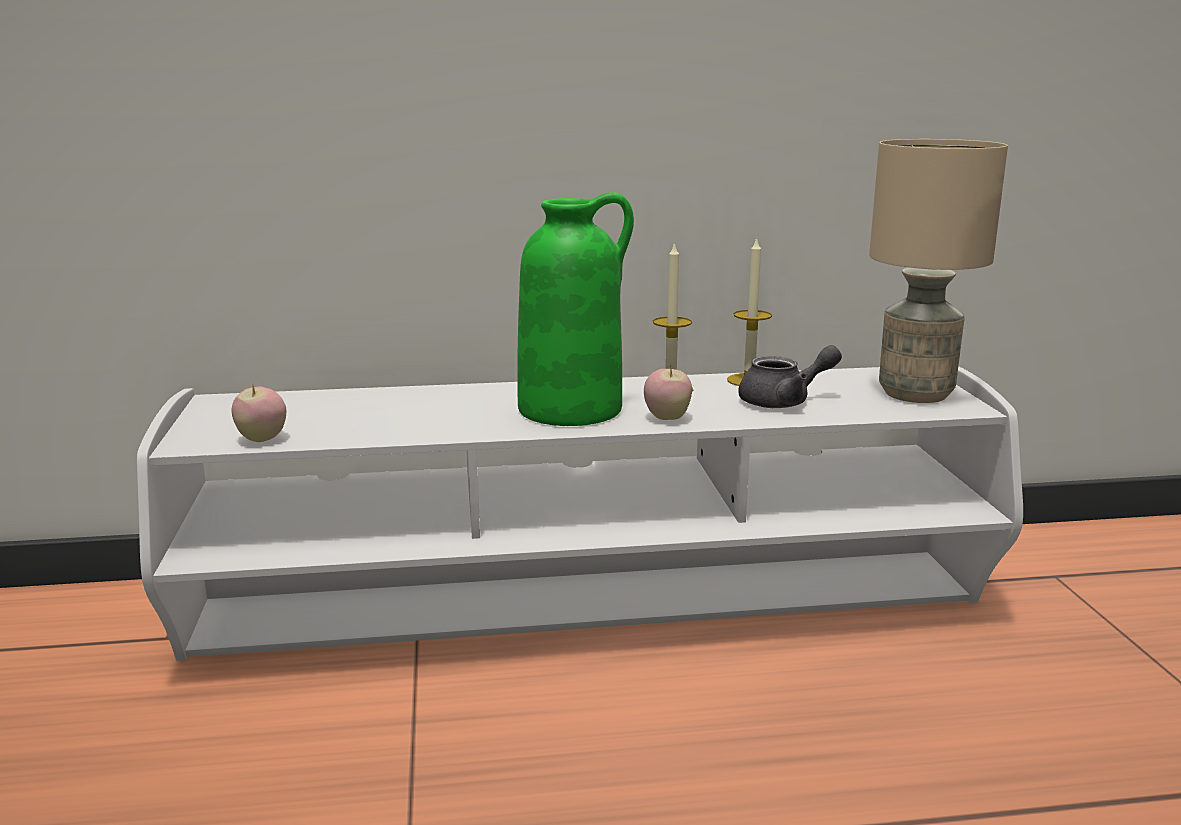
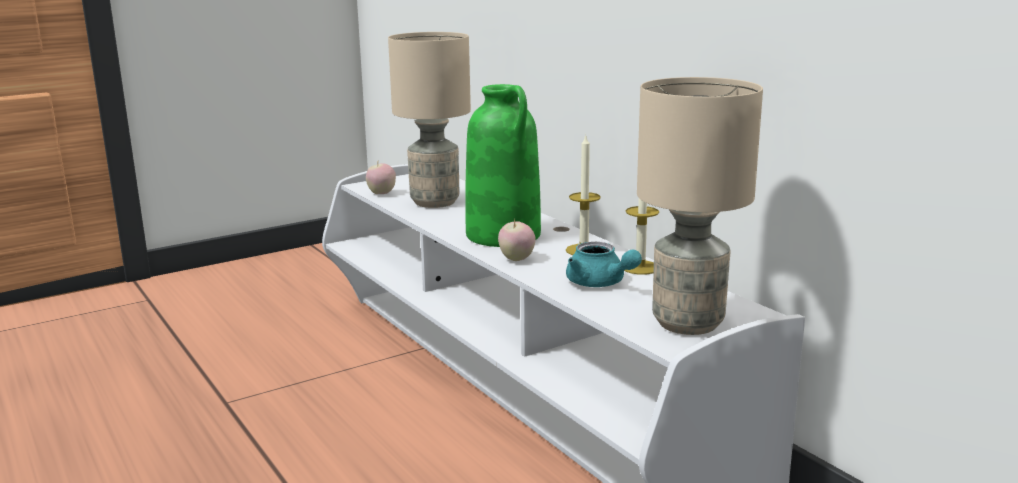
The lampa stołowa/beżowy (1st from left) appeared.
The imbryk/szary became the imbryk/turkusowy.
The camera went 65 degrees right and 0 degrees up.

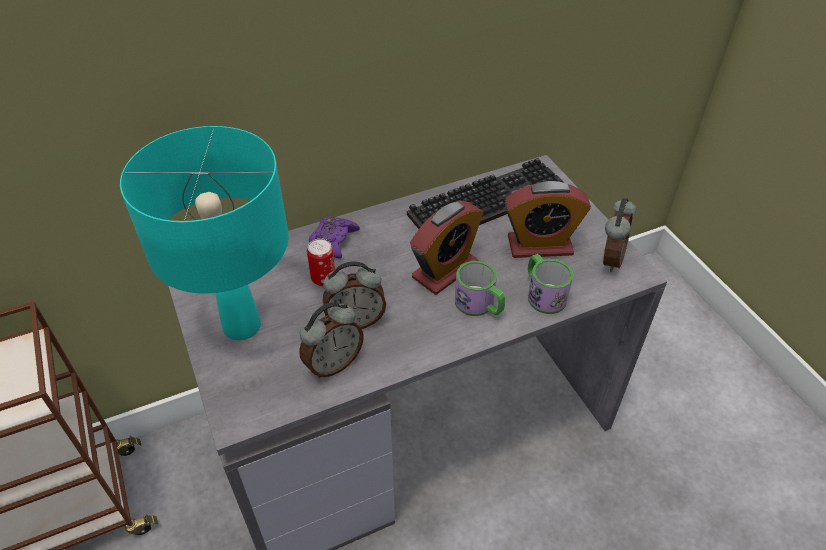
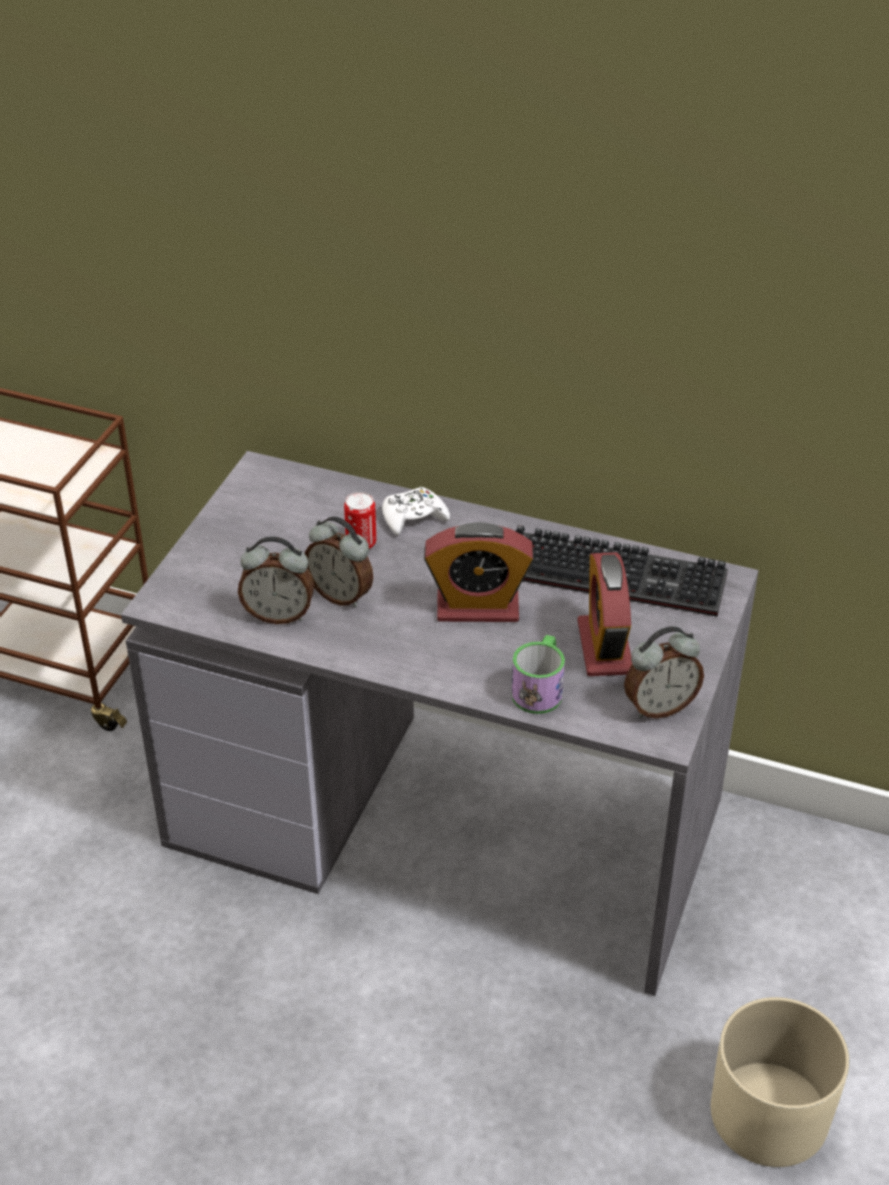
The pad do gier/fioletowy became the pad do gier/biały.
The budzik (4th from left) turned 45 degrees clockwise.
The donica/beżowy appeared.
The lampa stołowa/turkusowy disappeared.
The kubek (1st from left) disappeared.
The camera went 45 degrees right and 5 degrees down.

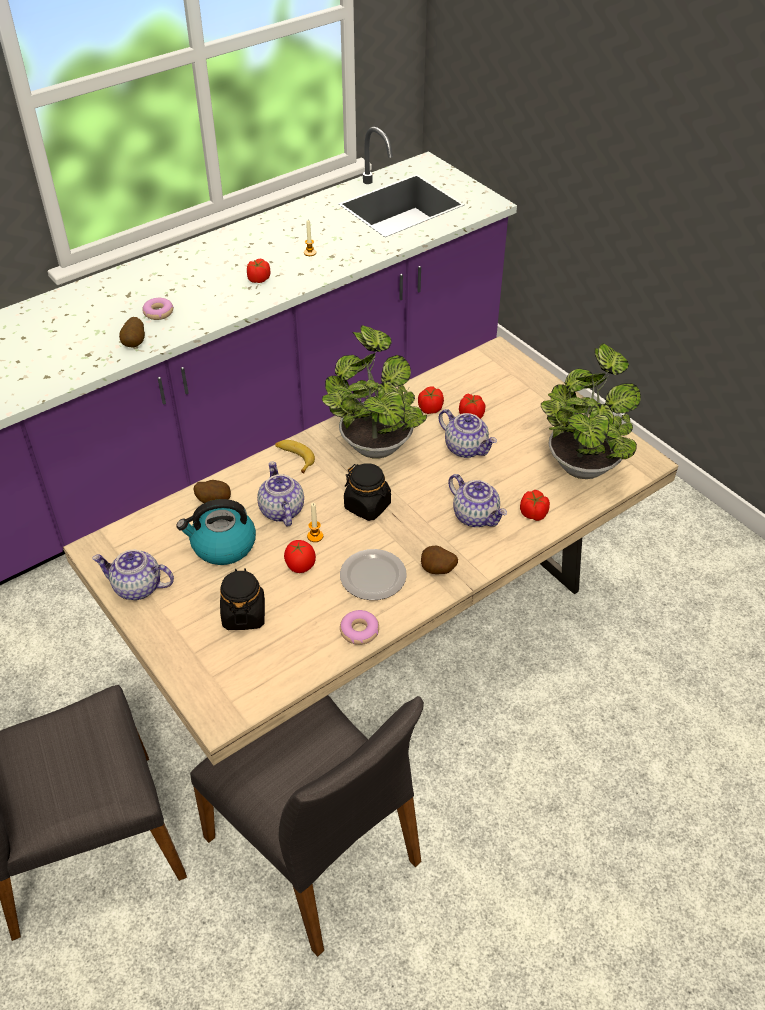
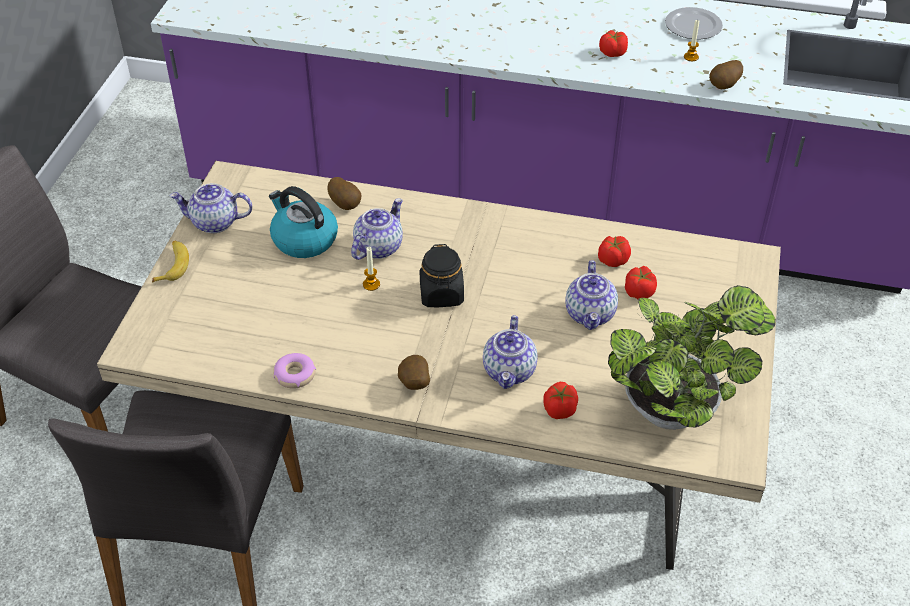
The banan moved.
The imbryk (1st from left) turned 60 degrees counterclockwise.
The talerz moved.
The ziemniak (1st from left in the first image) moved.
The donut (1st from left) disappeared.
The słoik/czarny (1st from left) disappeared.
The pomidor (2nd from left) disappeared.
The roślina doniczkowa (1st from left) disappeared.
The camera went 50 degrees right and 0 degrees up.

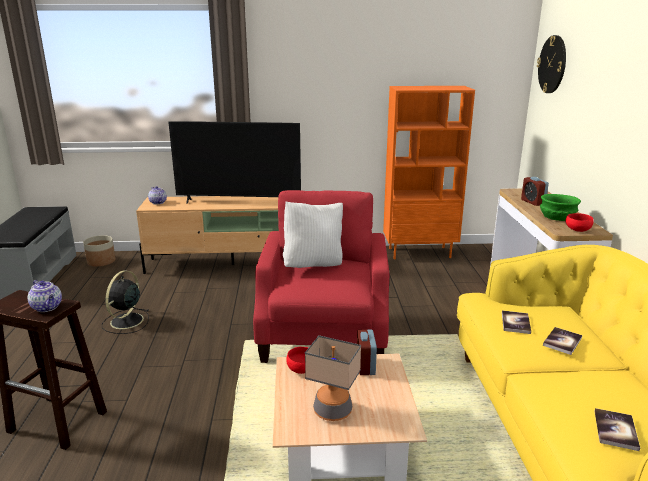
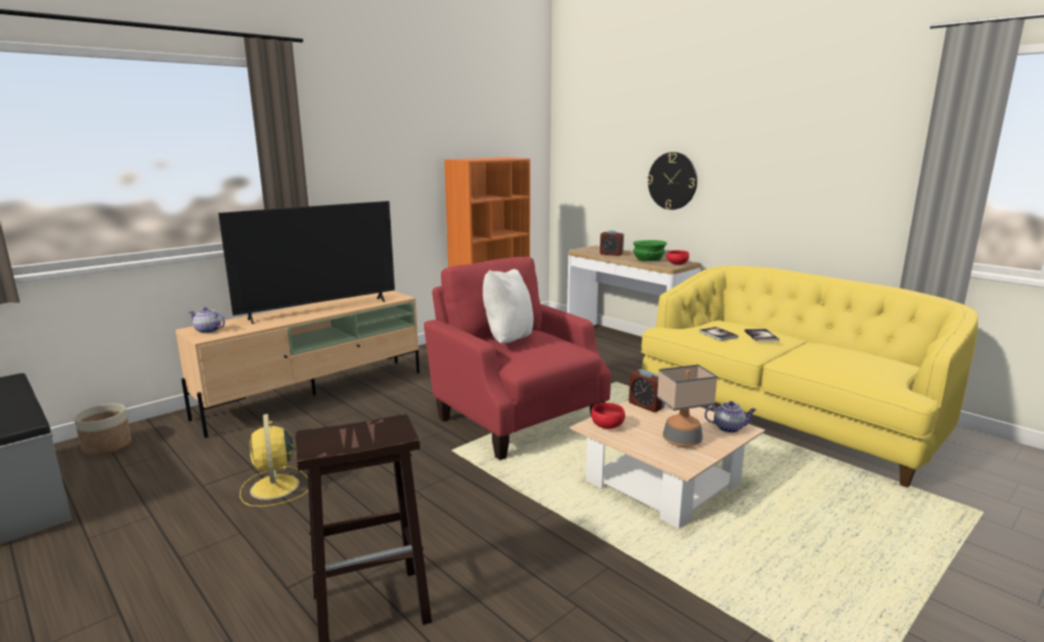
The wentylator/czarny became the wentylator/żółty.
The zegar ścienny moved.
The imbryk (1st from left in the first image) moved.
The książka (3rd from left) disappeared.
The camera went 40 degrees left and 5 degrees down.

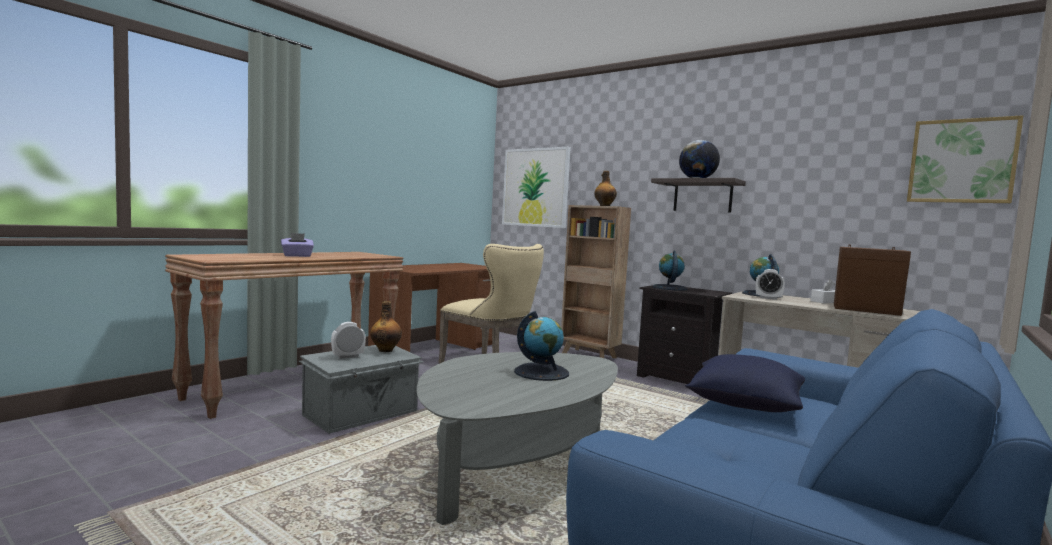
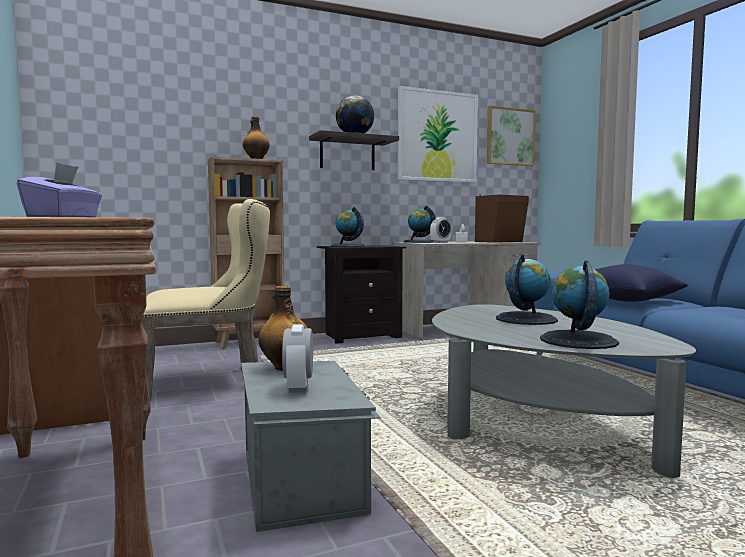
The obraz (1st from left) moved.
The globus (5th from left) appeared.
The camera went 60 degrees left and 0 degrees up.

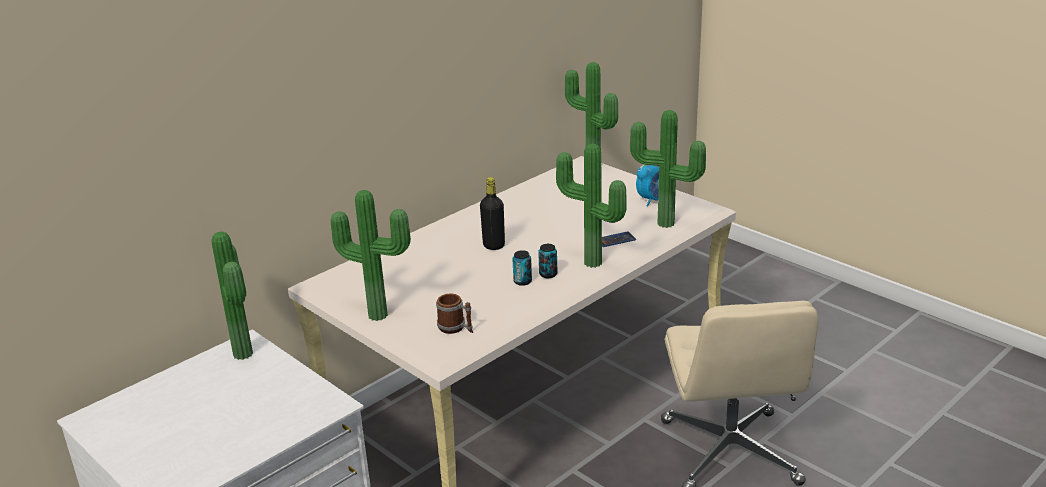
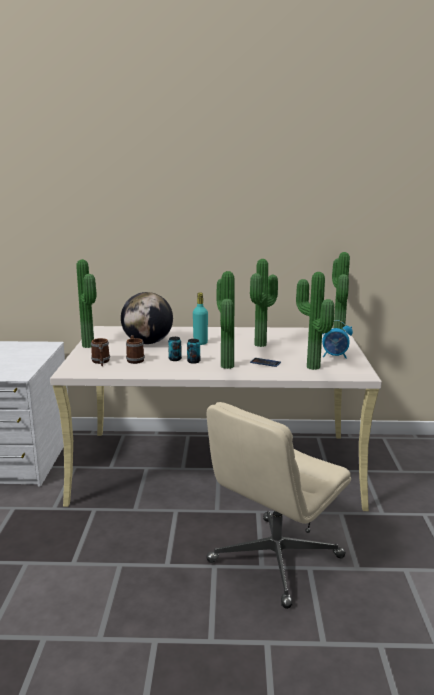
The globus appeared.
The kubek (2nd from left) appeared.
The butelka/czarny became the butelka/turkusowy.
The roślina doniczkowa (1st from left in the first image) moved.
The camera went 45 degrees right and 10 degrees down.

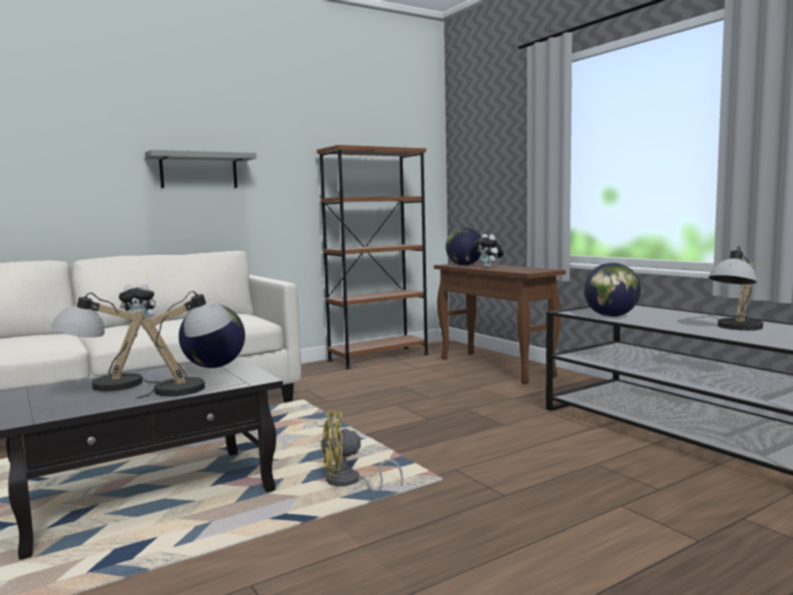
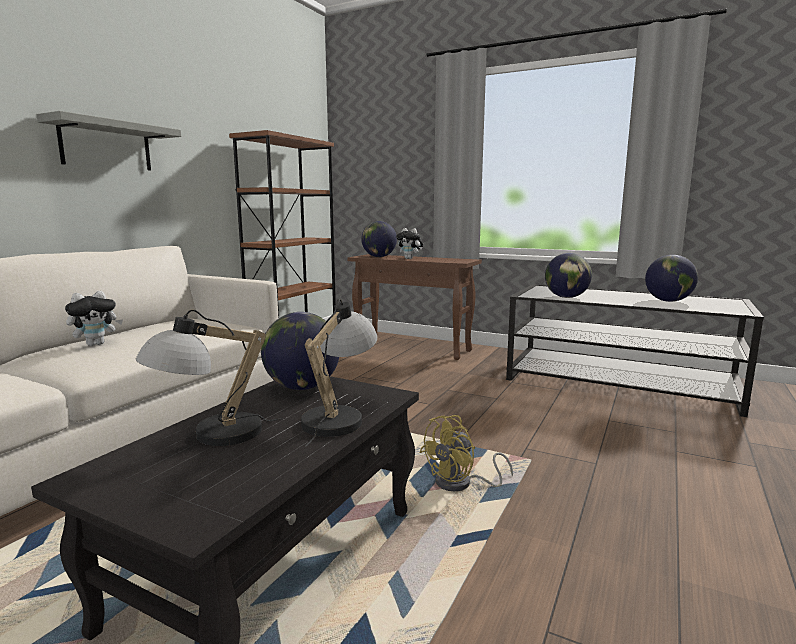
The lampa stołowa (3rd from left) was replaced by the globus (4th from left).
The camera went 30 degrees left and 5 degrees up.

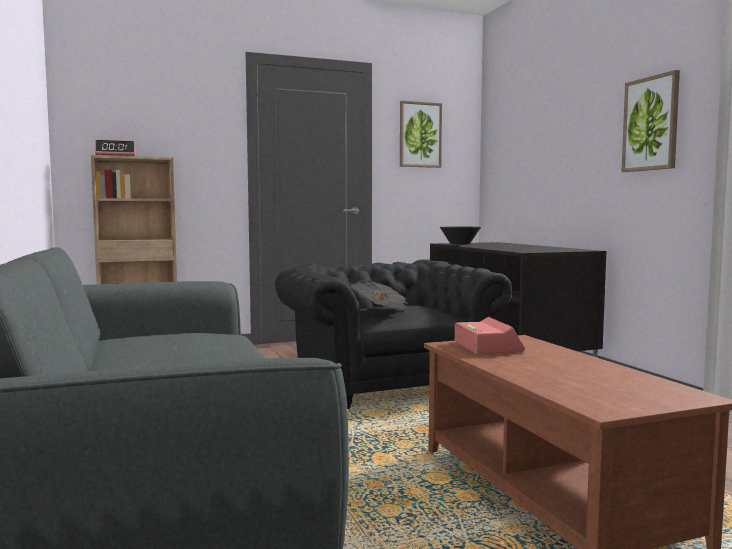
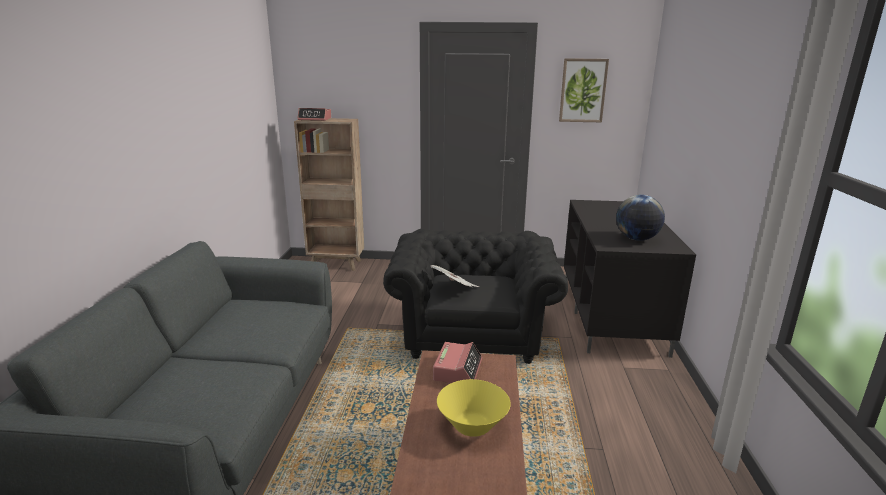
The miska/żółty appeared.
The globus appeared.
The miska/czarny disappeared.
The obraz (2nd from left) disappeared.
The camera went 25 degrees right and 15 degrees up.

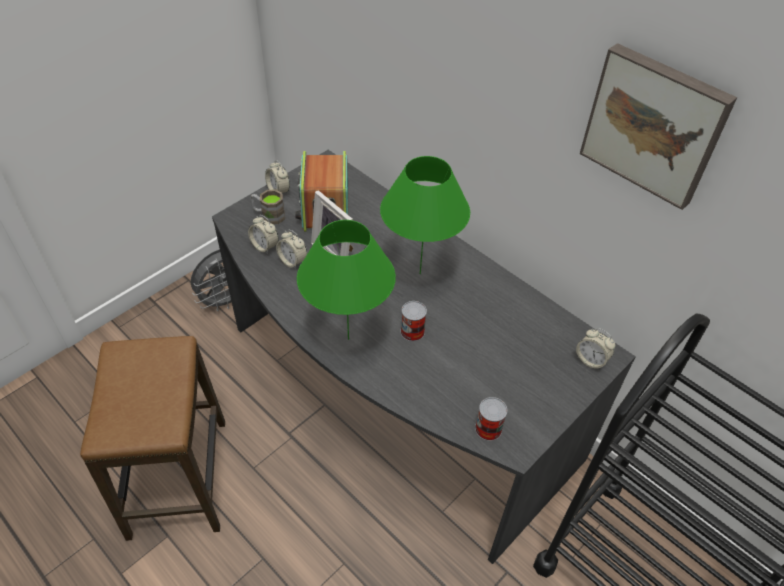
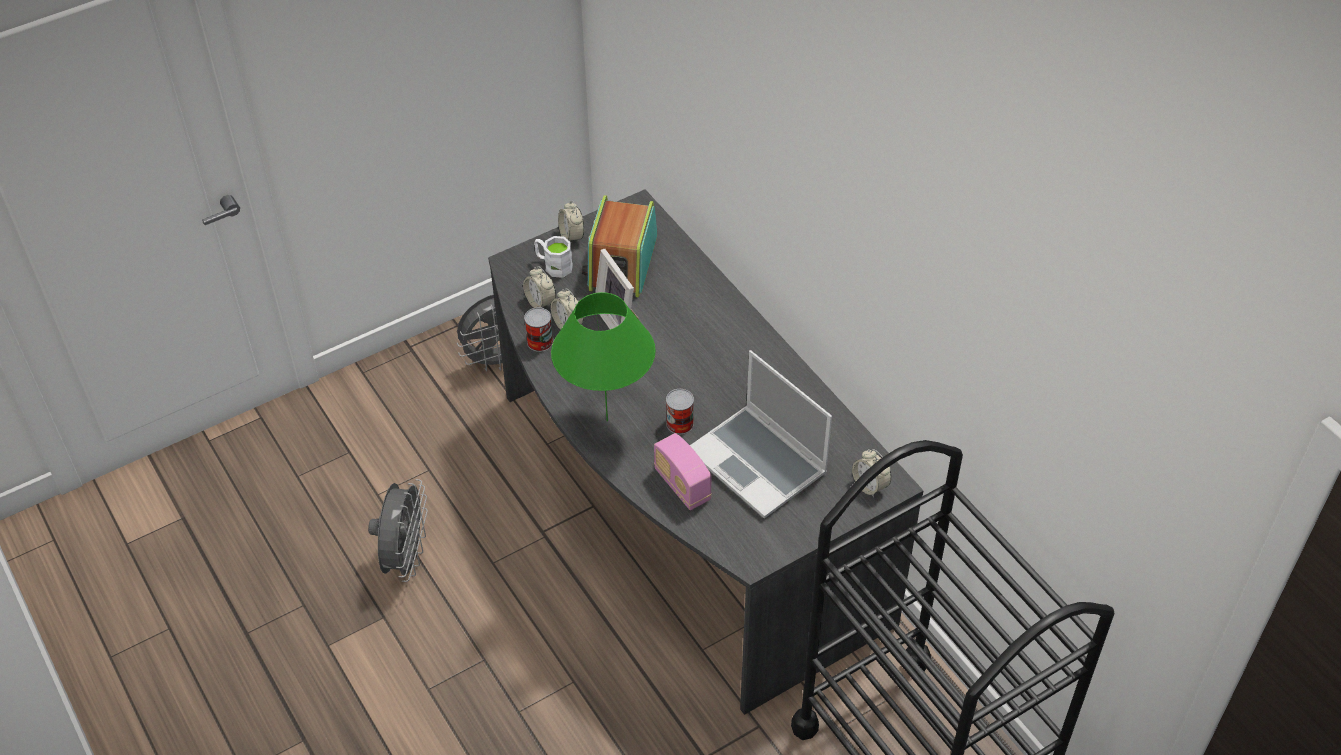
The stołek was replaced by the wentylator/szary (1st from left).
The puszka (2nd from left in the first image) moved.
The kubek/brązowy became the kubek/biały.
The radio (2nd from left) appeared.
The laptop appeared.
The lampa stołowa/zielony (2nd from left) disappeared.
The obraz disappeared.
The camera went 15 degrees right and 0 degrees up.

